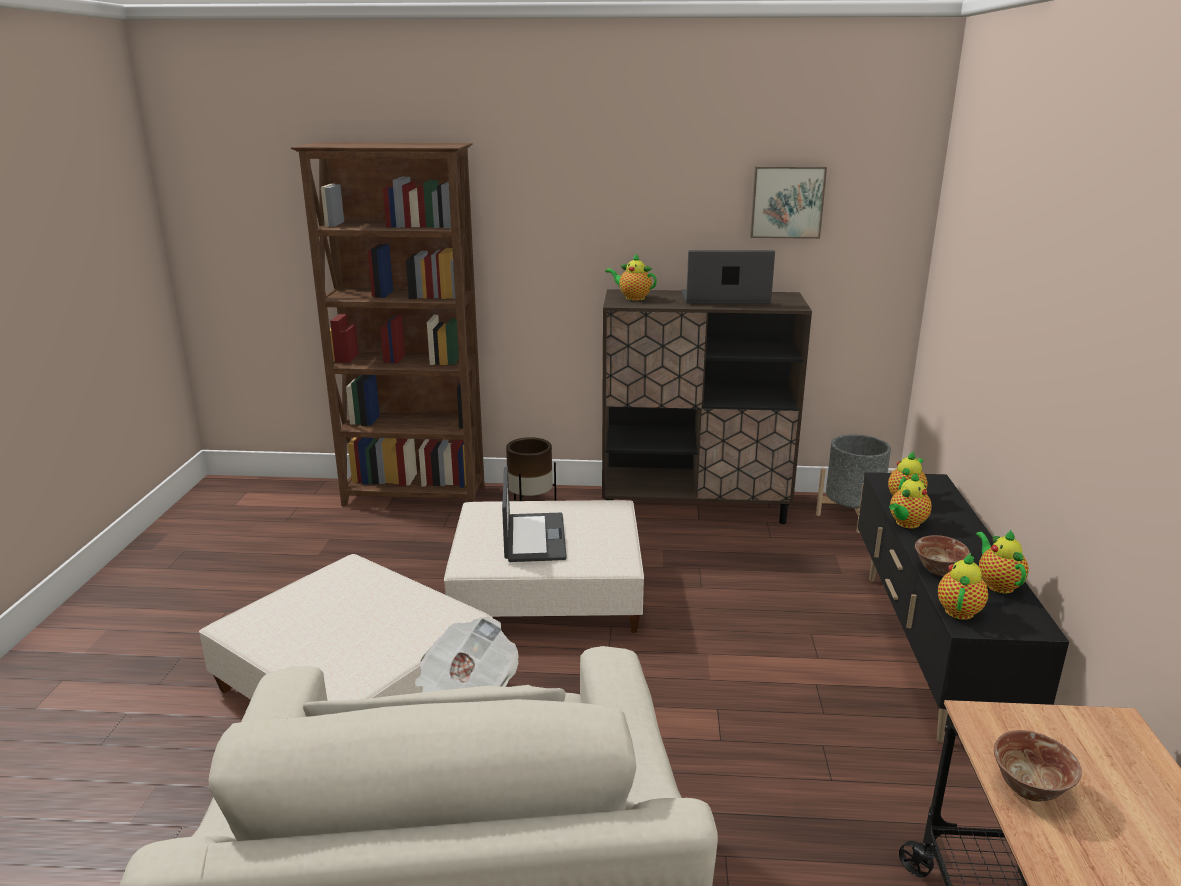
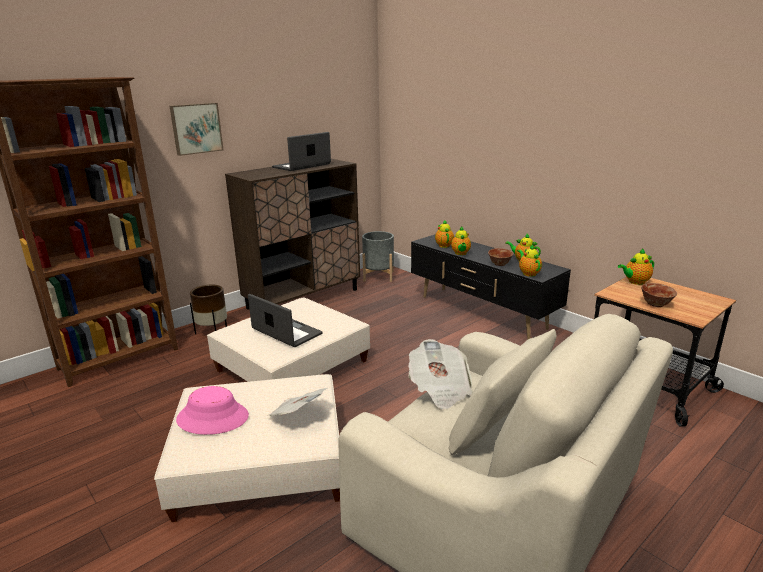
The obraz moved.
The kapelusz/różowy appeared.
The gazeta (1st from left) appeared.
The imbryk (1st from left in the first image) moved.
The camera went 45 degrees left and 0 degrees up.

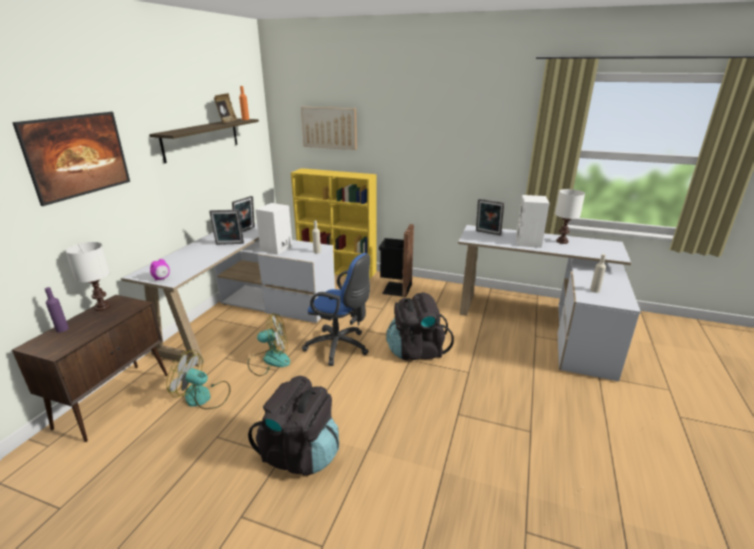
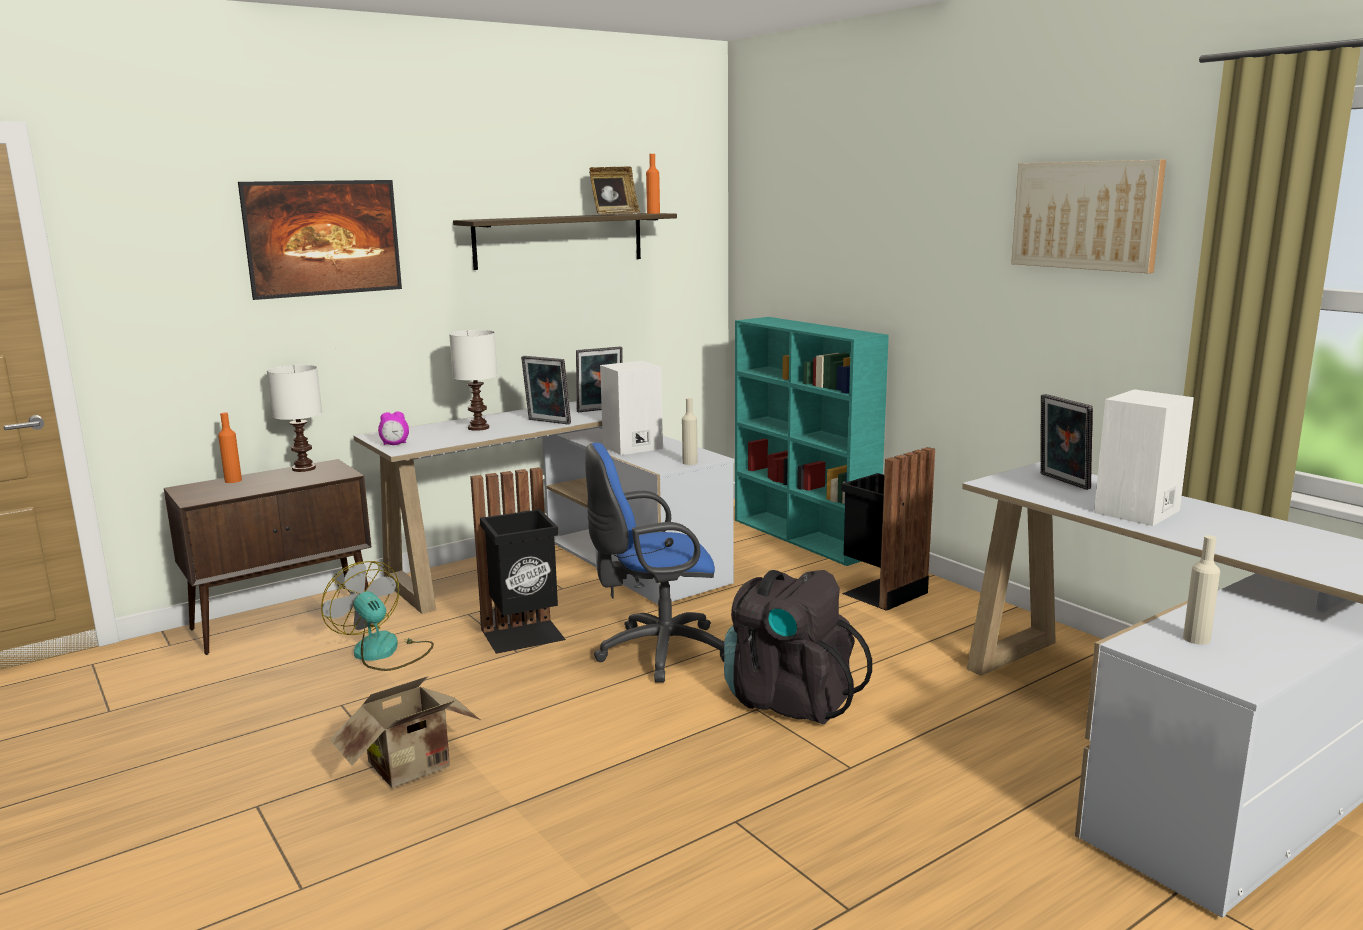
The butelka/fioletowy became the butelka/pomarańczowy (1st from left).
The plecak/czarny (1st from left) was replaced by the karton.
The lampa stołowa/biały (2nd from left) moved.
The wentylator (2nd from left) was replaced by the kosz na śmieci/czarny (1st from left).
The krzesło biurowe/niebieski turned 105 degrees clockwise.
The regał/żółty became the regał/turkusowy.
The obraz (2nd from left) moved.
The camera went 35 degrees right and 10 degrees down.

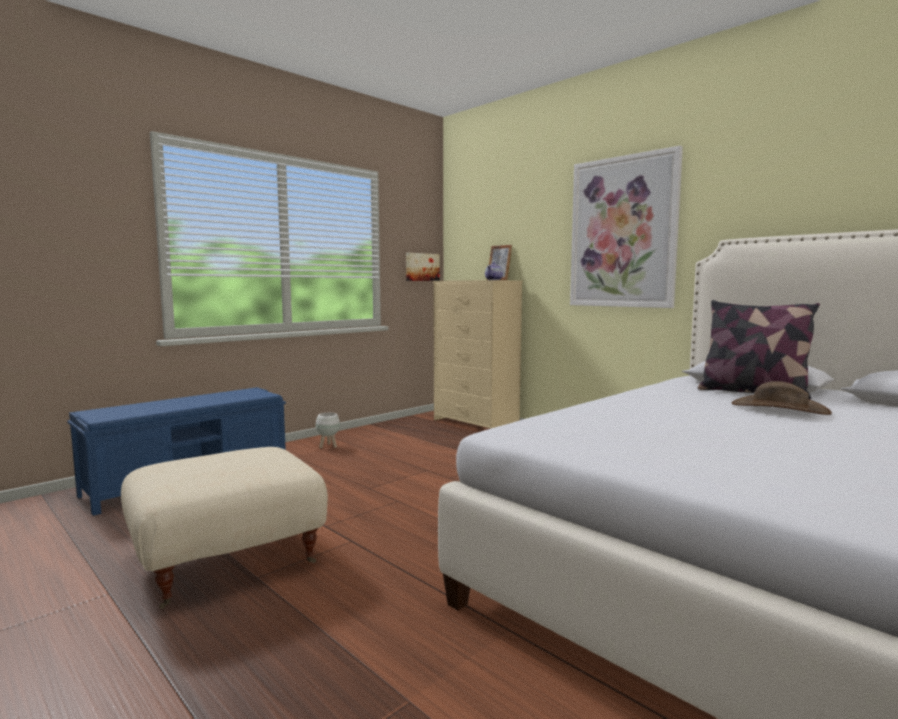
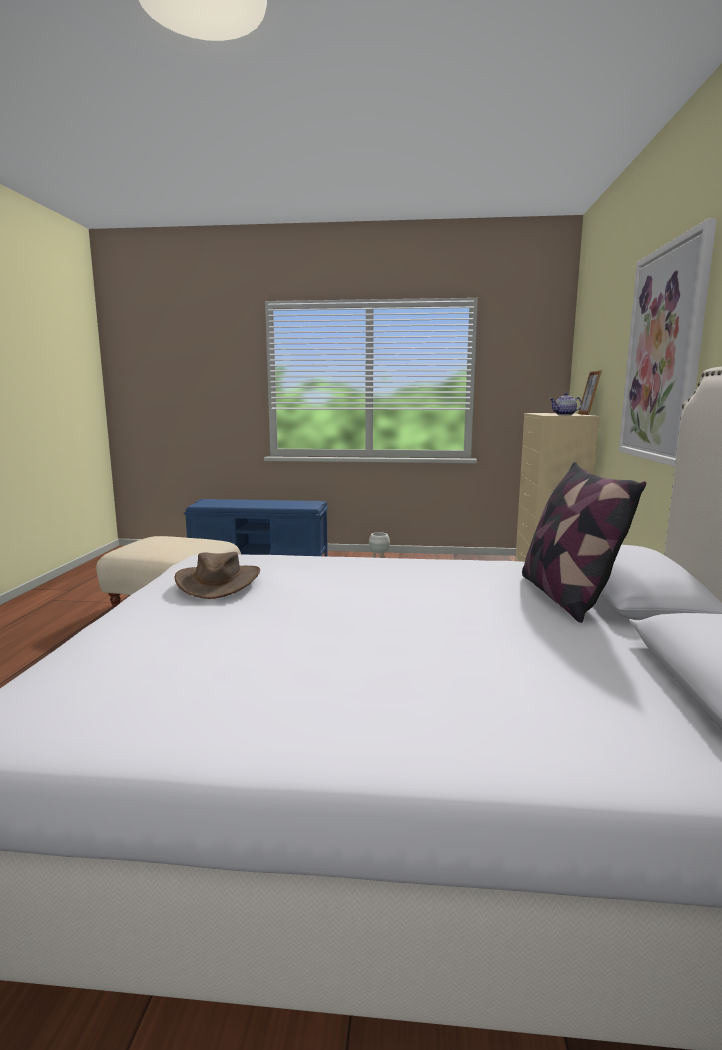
The kapelusz/brązowy moved.
The obraz (1st from left) disappeared.
The camera went 50 degrees right and 5 degrees up.

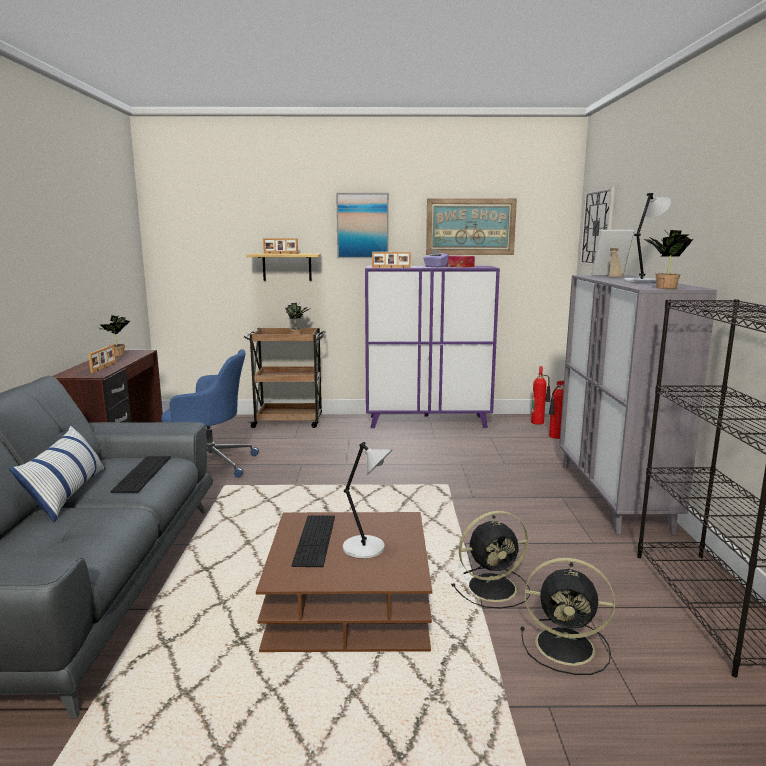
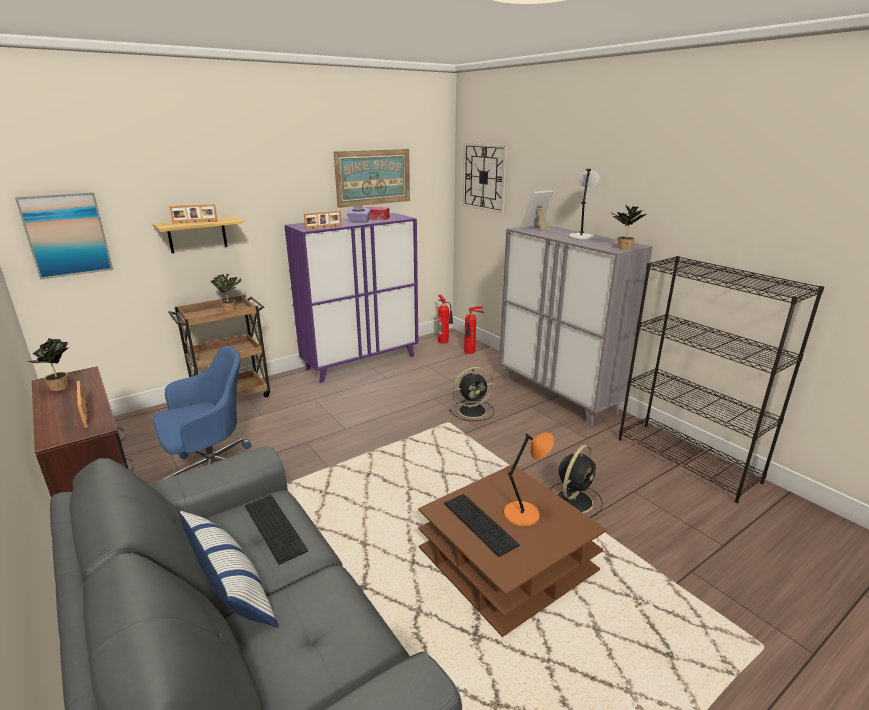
The obraz (1st from left) moved.
The wentylator/czarny (2nd from left in the first image) moved.
The lampa stołowa/szary (1st from left) became the lampa stołowa/pomarańczowy.
The camera went 35 degrees left and 10 degrees up.

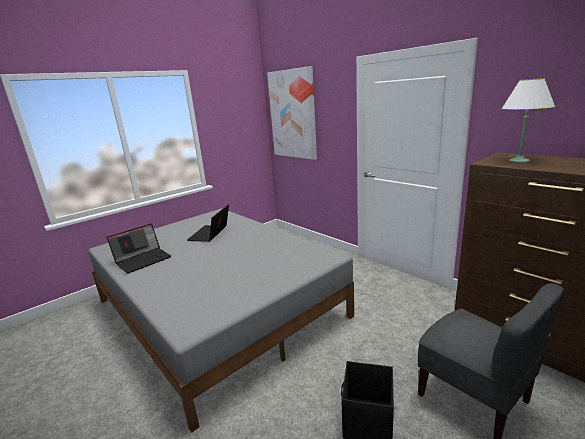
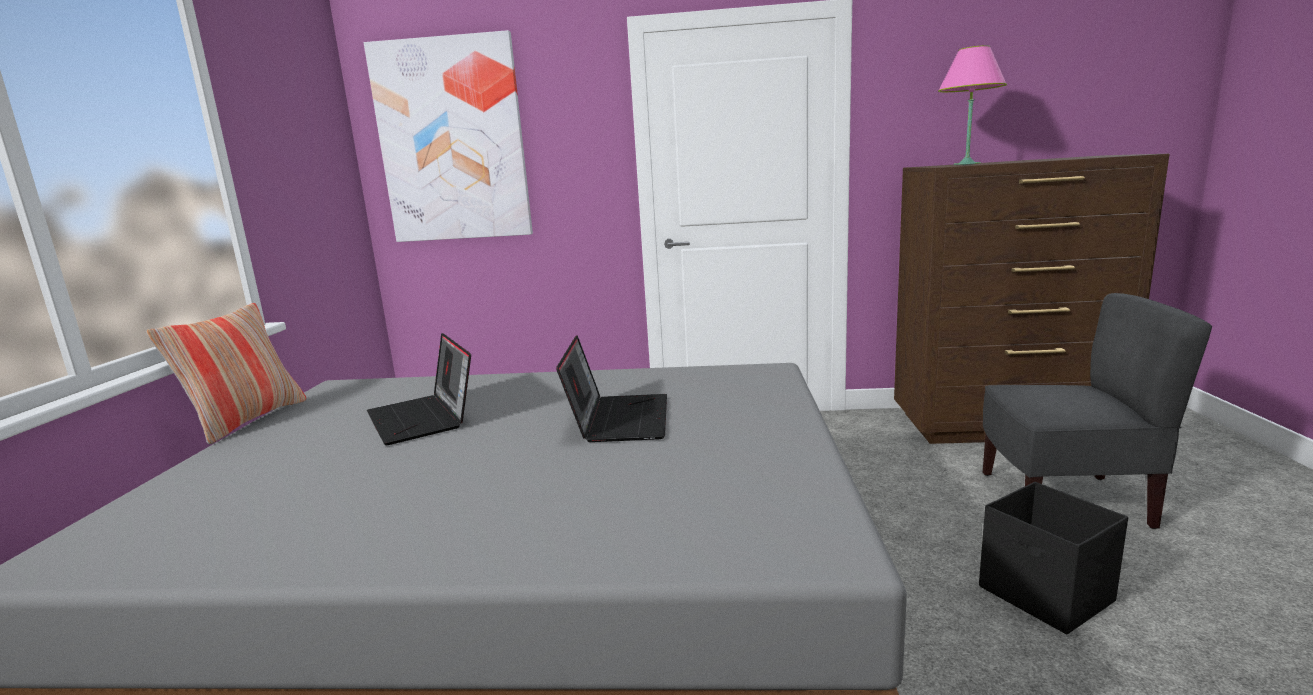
The poduszka appeared.
The laptop (1st from left in the first image) moved.
The lampa stołowa/biały became the lampa stołowa/różowy.
The camera went 45 degrees left and 5 degrees down.

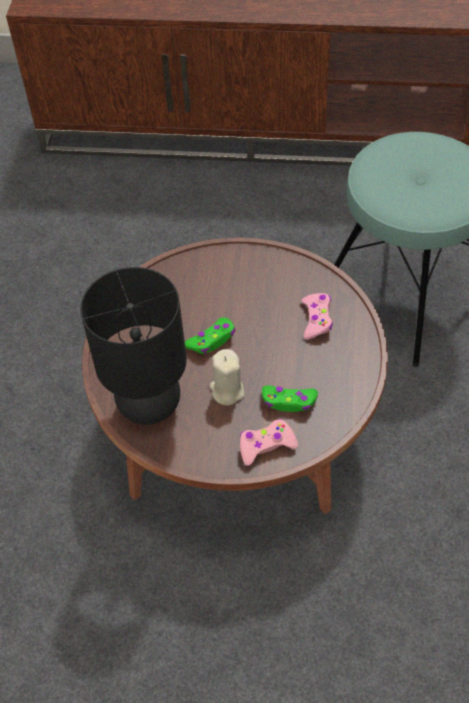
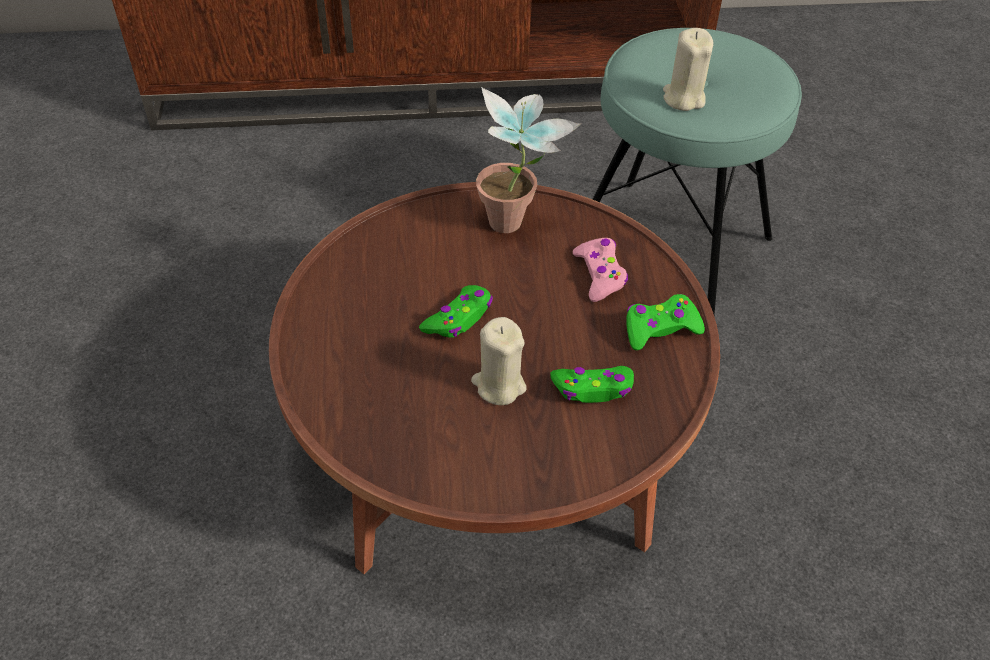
The roślina doniczkowa appeared.
The pad do gier/zielony (3rd from left) appeared.
The świeca/beżowy (2nd from left) appeared.
The lampa stołowa/czarny disappeared.
The pad do gier/różowy (1st from left) disappeared.
The camera went 15 degrees left and 5 degrees down.

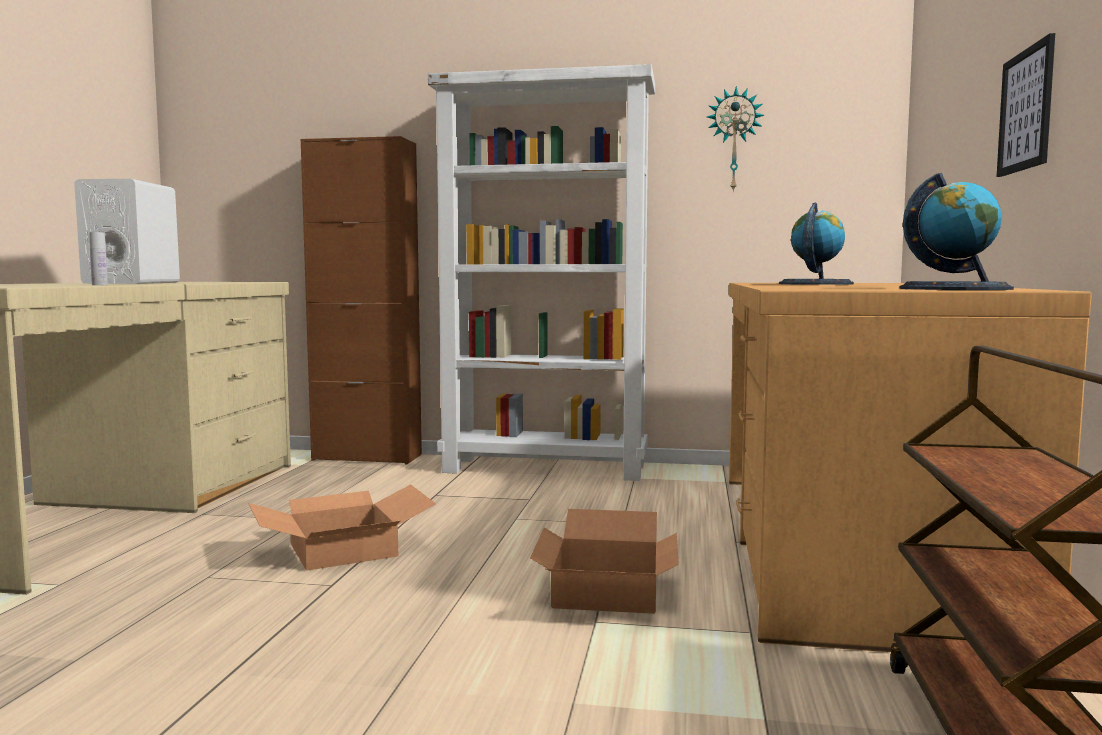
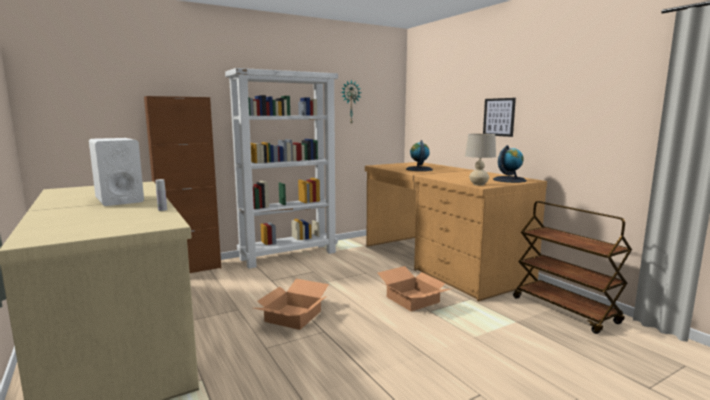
The lampa stołowa/beżowy appeared.
The camera went 40 degrees left and 5 degrees up.

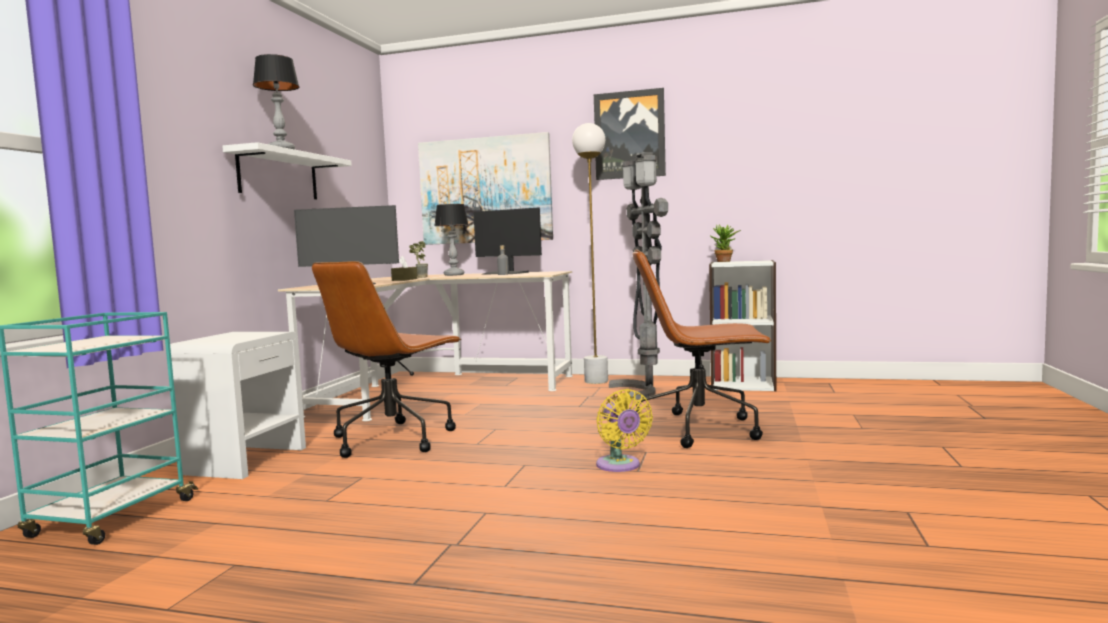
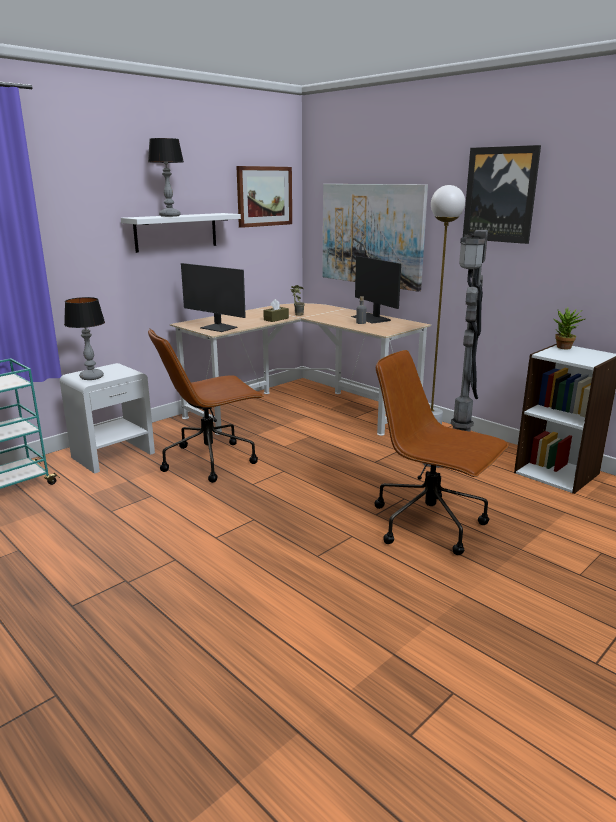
The lampa stołowa (2nd from left in the first image) moved.
The obraz (1st from left) appeared.
The wentylator/żółty disappeared.
The camera went 30 degrees right and 15 degrees up.

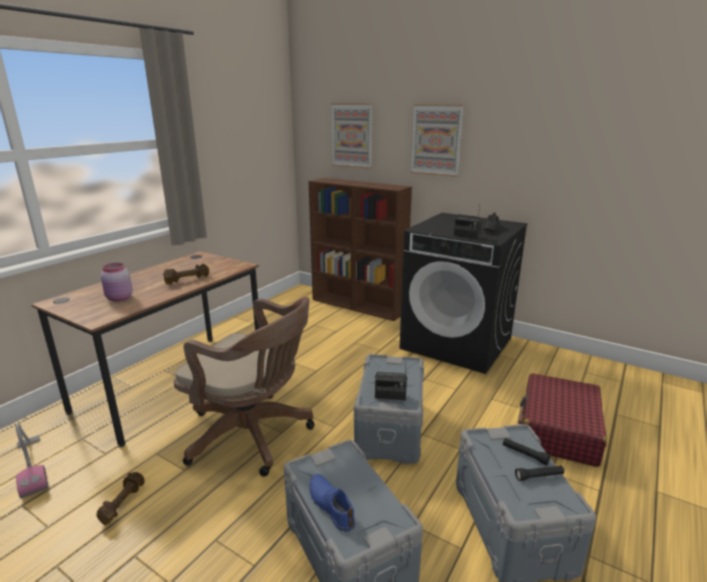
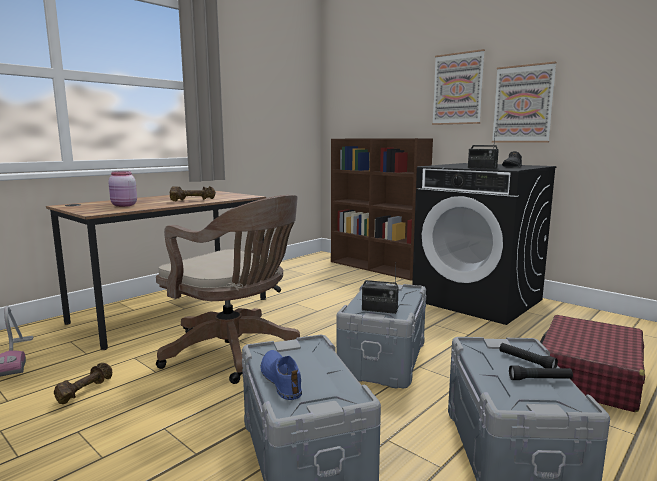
The obraz (1st from left in the first image) moved.
The camera went 10 degrees right and 10 degrees down.

